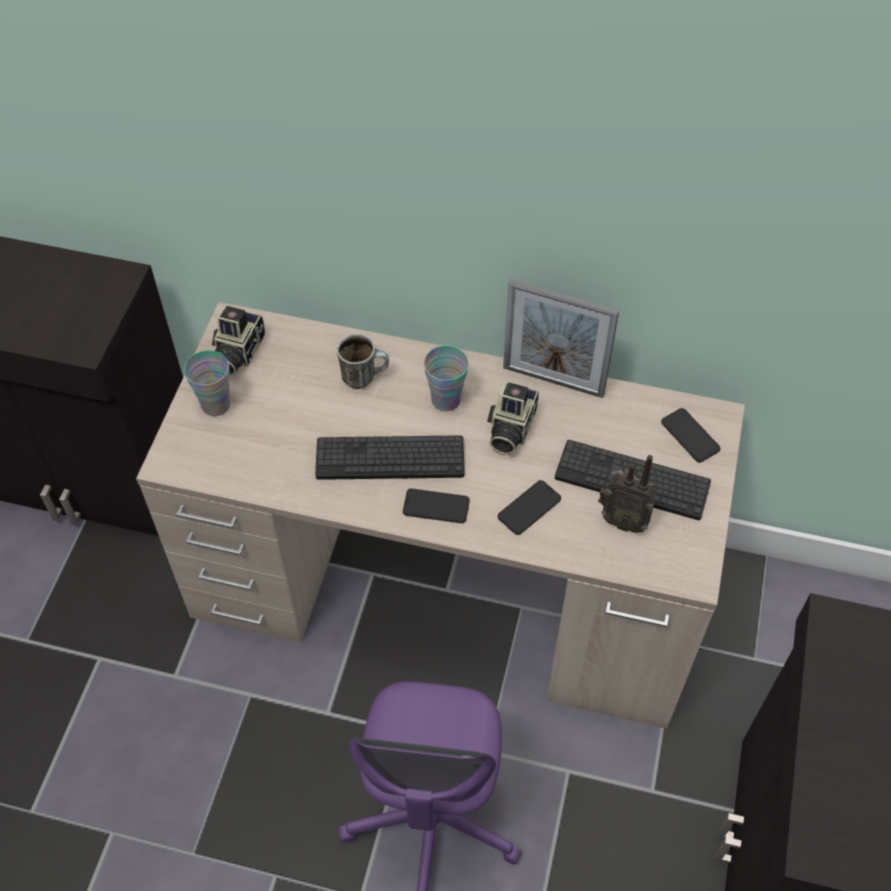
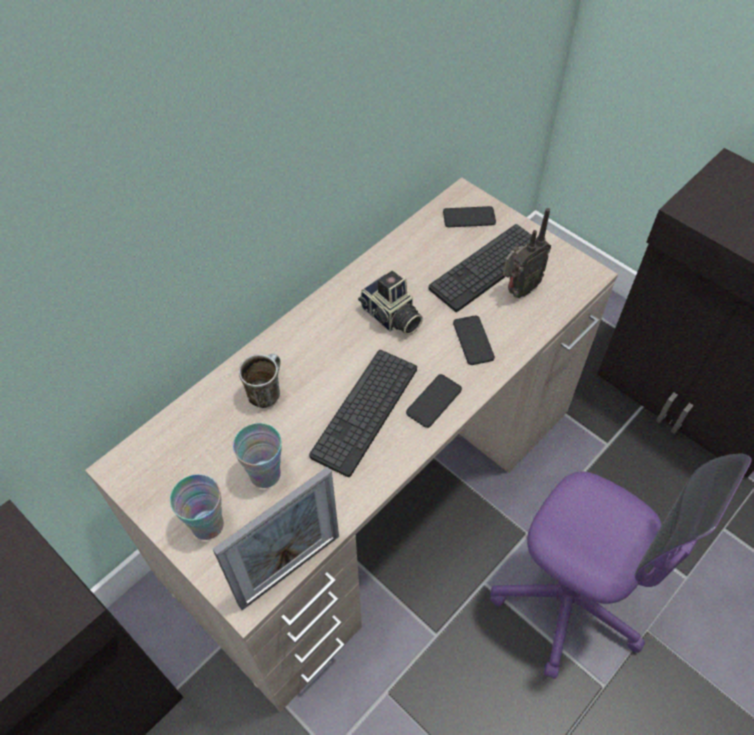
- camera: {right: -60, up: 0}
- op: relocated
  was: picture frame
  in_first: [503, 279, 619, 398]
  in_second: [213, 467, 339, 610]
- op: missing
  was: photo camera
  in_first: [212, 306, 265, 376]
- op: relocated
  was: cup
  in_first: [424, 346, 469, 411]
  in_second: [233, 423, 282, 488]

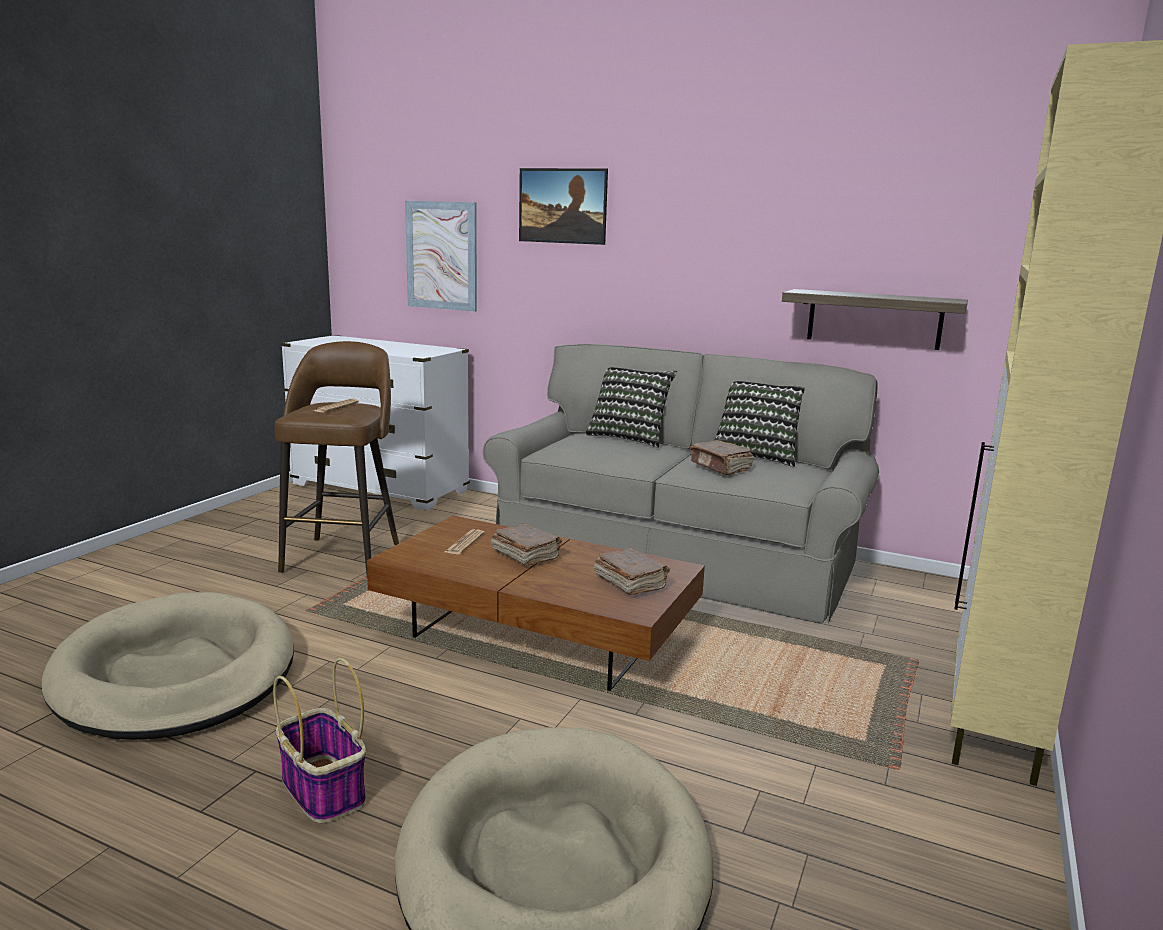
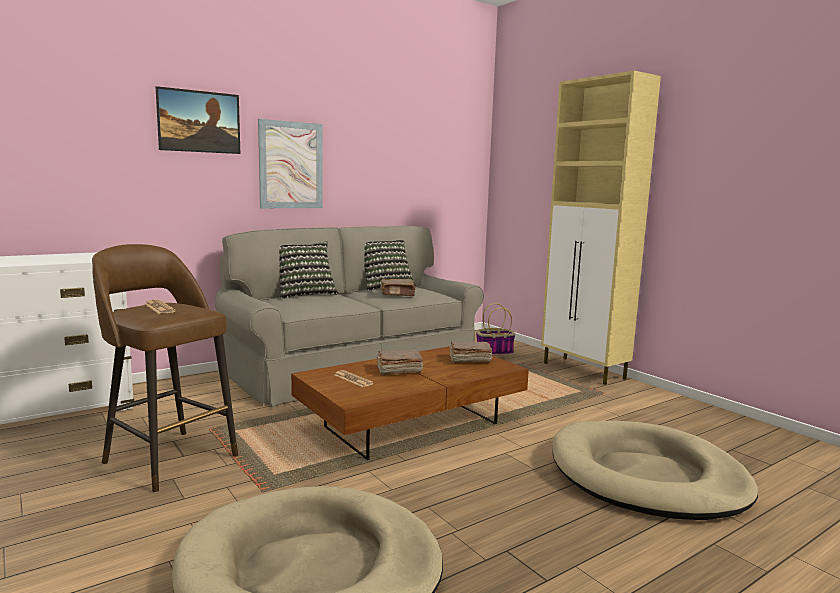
- camera: {right: -60, up: -5}
- op: relocated
  was: wall picture
  in_first: [405, 201, 477, 311]
  in_second: [258, 119, 323, 208]
- op: missing
  was: shelf
  in_first: [782, 289, 968, 350]
- op: relocated
  was: household basket
  in_first: [273, 658, 366, 823]
  in_second: [476, 303, 516, 356]

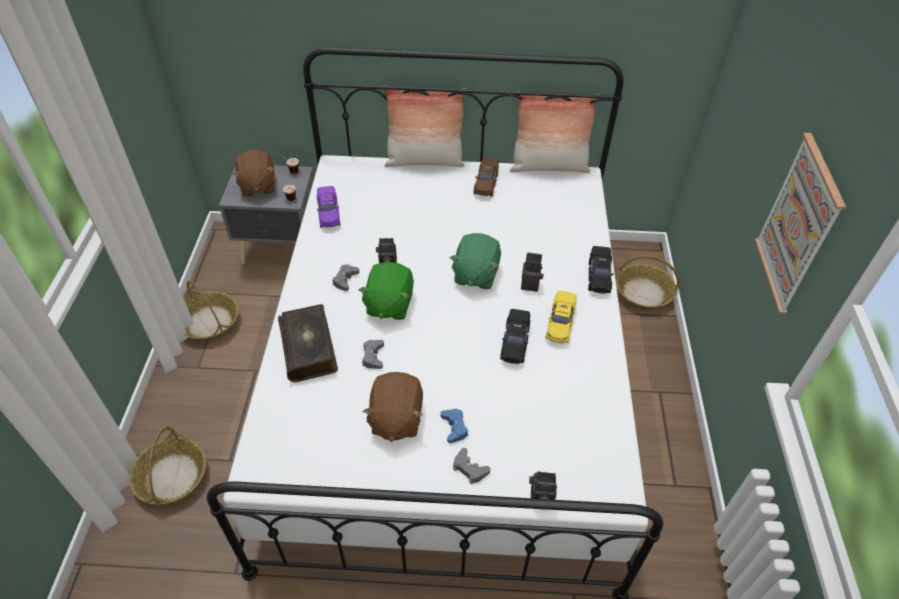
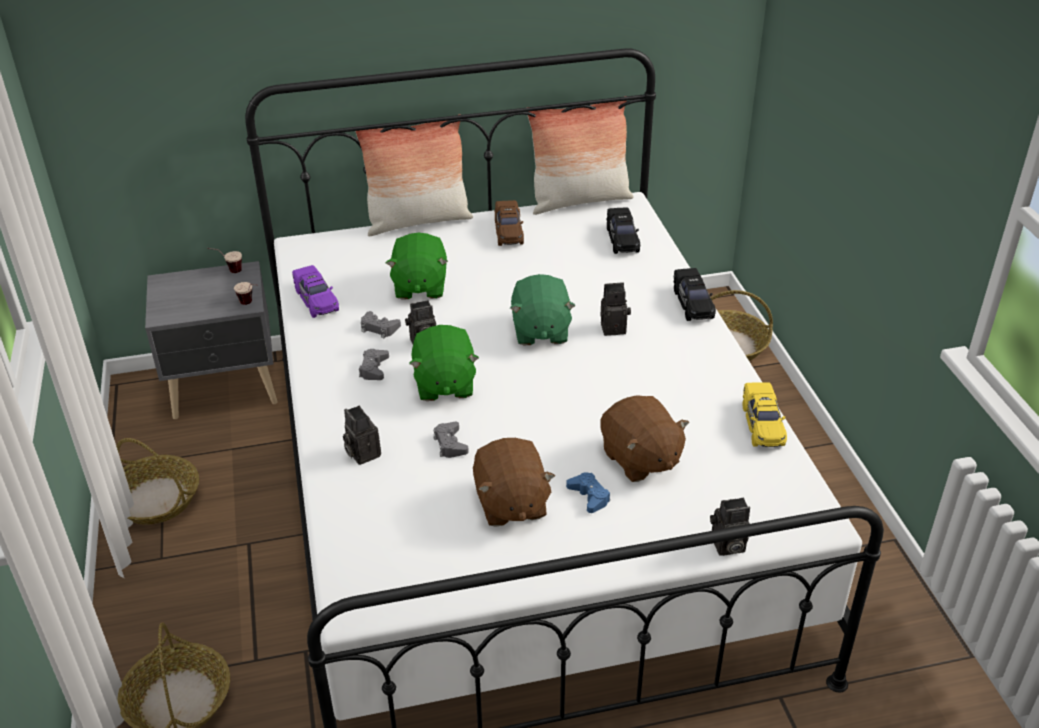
- camera: {right: -15, up: -10}
- op: missing
  was: wall picture
  in_first: [755, 133, 846, 314]
- op: relocated
  was: brown plush toy
  in_first: [232, 150, 275, 197]
  in_second: [600, 395, 689, 482]
- op: relocated
  was: yellow miniature car
  in_first: [546, 291, 577, 343]
  in_second: [743, 382, 787, 447]
- op: exchanged
  was: book
  now: photo camera
  in_first: [278, 304, 338, 382]
  in_second: [343, 406, 381, 465]
- op: relocated
  was: black miniature car
  in_first: [500, 309, 530, 364]
  in_second: [607, 208, 640, 254]
- op: relocated
  was: gray gamepad
  in_first: [453, 448, 490, 484]
  in_second: [361, 311, 401, 339]
- op: appeared
  now: greenish plush toy
  in_second: [386, 233, 448, 299]

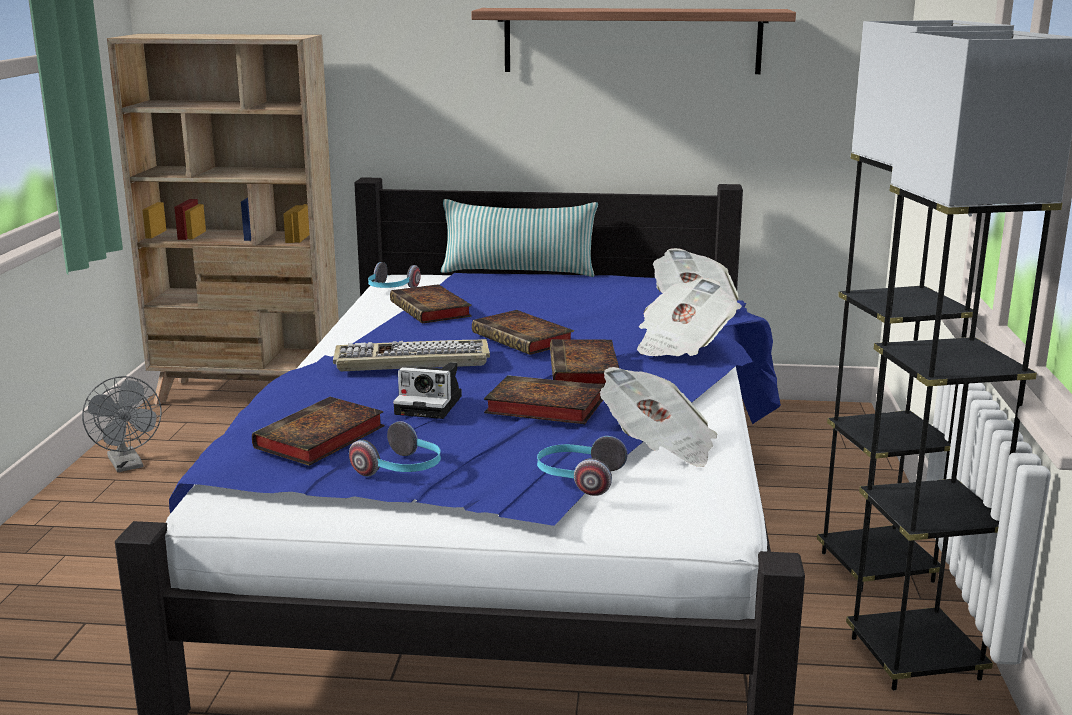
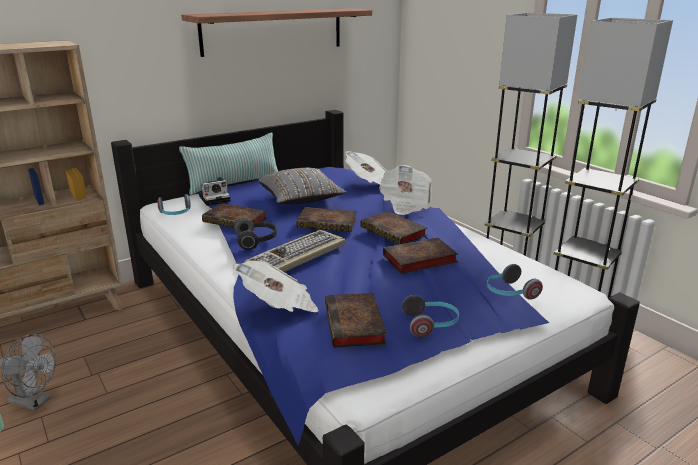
- camera: {right: -40, up: 5}
- op: relocated
  was: photo camera
  in_first: [393, 362, 462, 419]
  in_second: [199, 177, 231, 206]
- op: relocated
  was: daily paper
  in_first: [600, 367, 717, 467]
  in_second: [234, 260, 319, 312]
- op: appeared
  now: gray pillow
  in_second: [258, 168, 346, 204]
- op: appeared
  now: headset
  in_second: [234, 218, 277, 250]

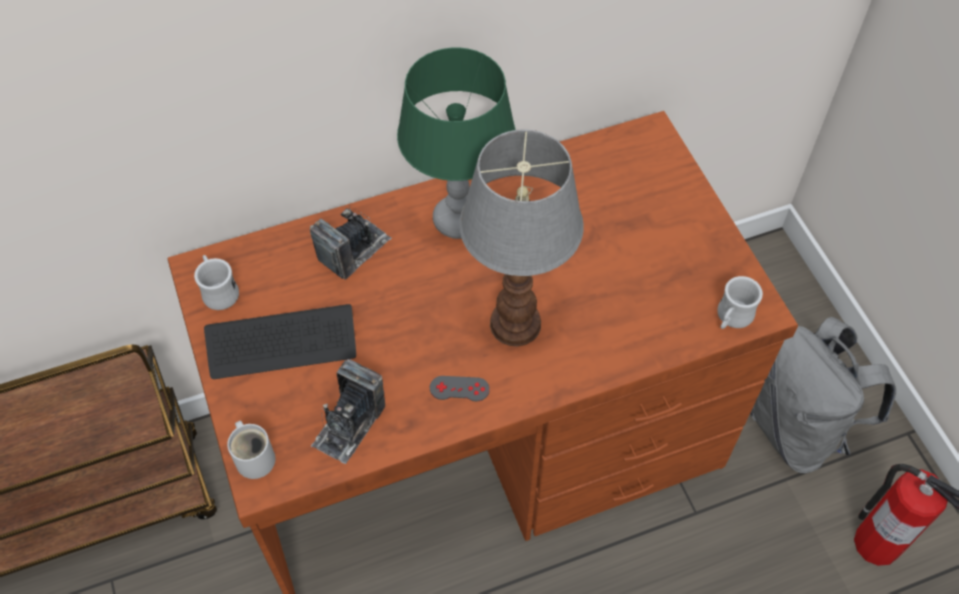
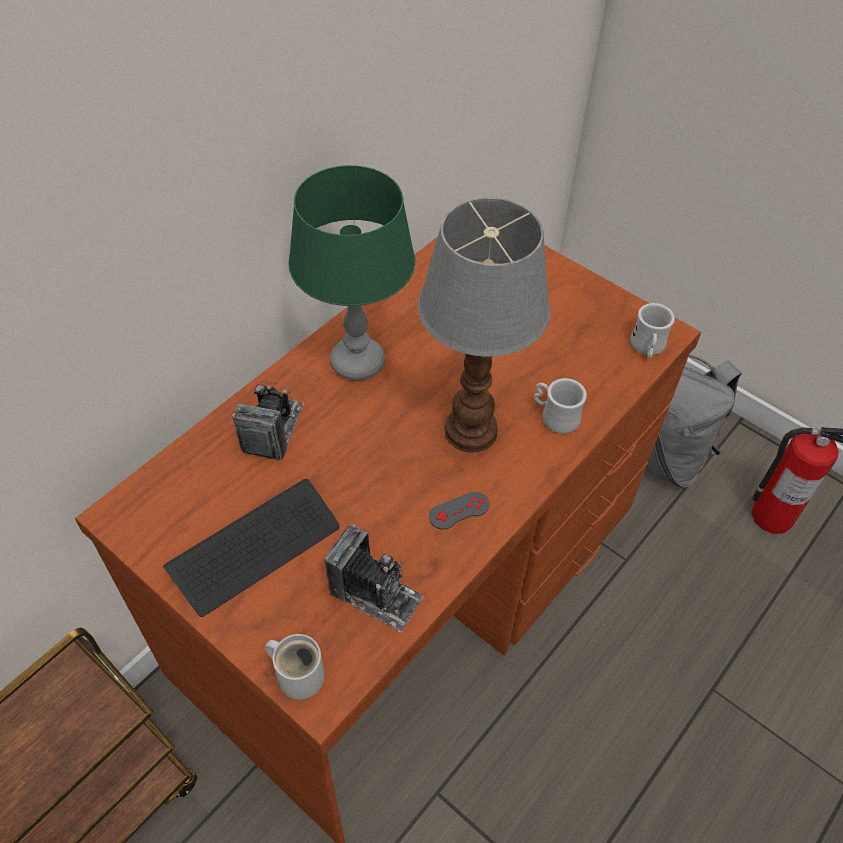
- camera: {right: -30, up: -5}
- op: relocated
  was: whitish coffee mug
  in_first: [194, 255, 239, 310]
  in_second: [534, 378, 587, 433]
- op: spun
  was: photo camera
  in_first: [311, 359, 385, 464]
  in_second: [324, 524, 424, 632]
  clockwise: -60

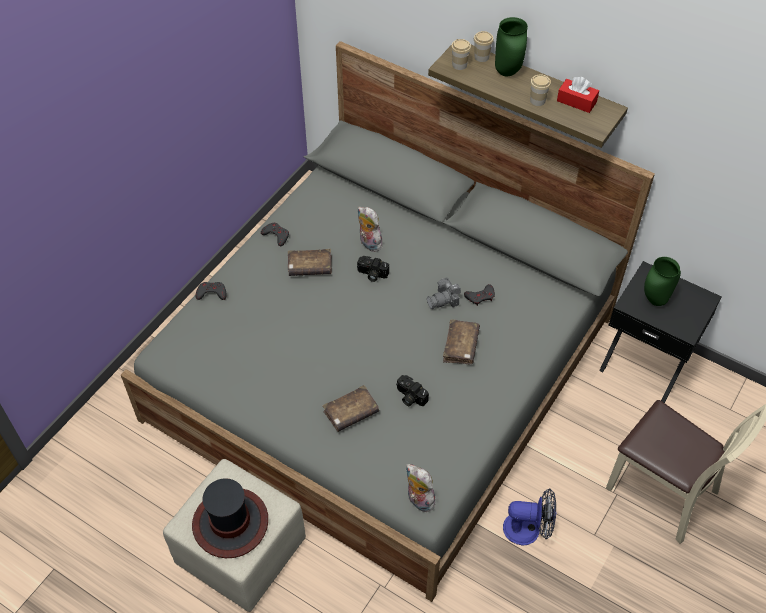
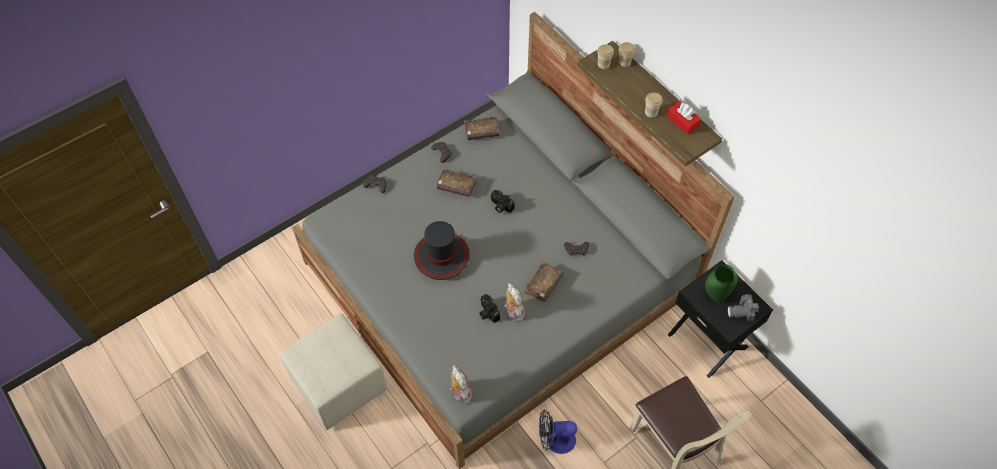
- camera: {right: 20, up: 5}
- op: missing
  was: greenish decorative vase
  in_first: [495, 17, 528, 76]
- op: relocated
  was: plush toy
  in_first: [358, 207, 382, 252]
  in_second: [504, 282, 525, 322]
- op: relocated
  was: photo camera
  in_first: [427, 278, 461, 309]
  in_second: [728, 294, 759, 321]
- op: relocated
  was: brown book
  in_first: [323, 385, 379, 432]
  in_second: [464, 116, 500, 140]
- op: relocated
  was: wearable hat
  in_first: [192, 478, 268, 558]
  in_second: [414, 221, 470, 280]
- op: spun
  was: fan
  in_first: [503, 488, 556, 546]
  in_second: [539, 410, 577, 454]
  clockwise: 150

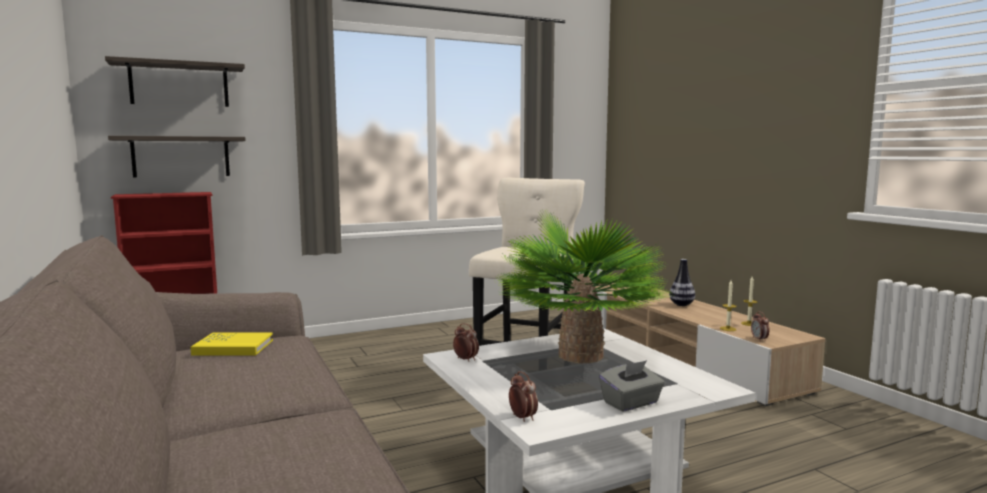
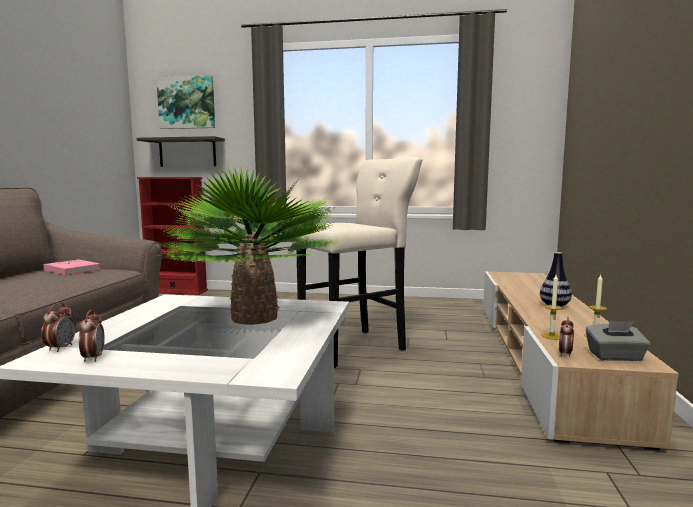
- camera: {right: 35, up: 0}
- op: exchanged
  was: shelf
  now: wall picture
  in_first: [105, 56, 245, 107]
  in_second: [156, 75, 215, 129]
- op: relocated
  was: alarm clock
  in_first: [453, 323, 479, 362]
  in_second: [79, 310, 105, 362]
- op: colour
  was: yellow book
  now: pink book
  in_first: [191, 333, 273, 355]
  in_second: [43, 260, 101, 275]
- op: relocated
  was: gray box of tissues
  in_first: [599, 360, 665, 411]
  in_second: [586, 321, 651, 361]

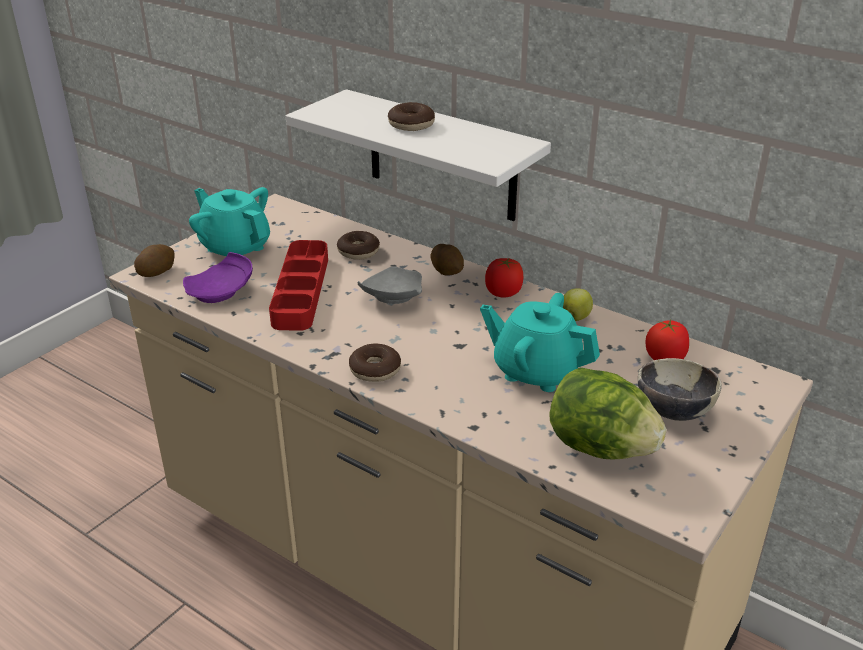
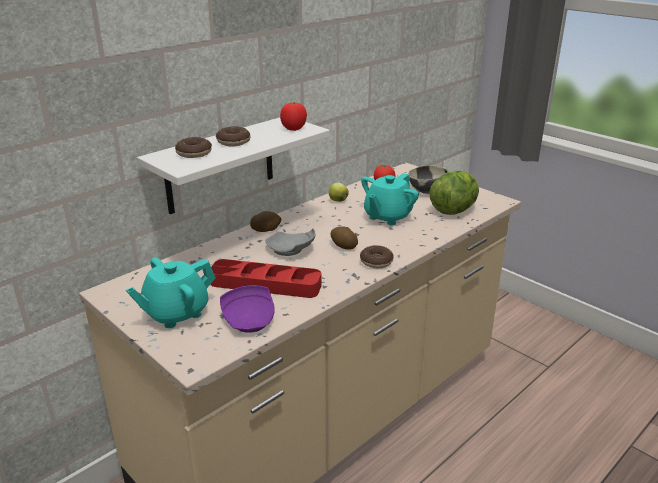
- camera: {right: -80, up: -5}
- op: relocated
  was: ring doughnut
  in_first: [337, 231, 380, 260]
  in_second: [175, 137, 212, 158]
- op: relocated
  was: whole potato
  in_first: [134, 244, 175, 277]
  in_second: [330, 226, 358, 250]
- op: relocated
  was: tomato
  in_first: [485, 258, 523, 297]
  in_second: [280, 102, 307, 131]

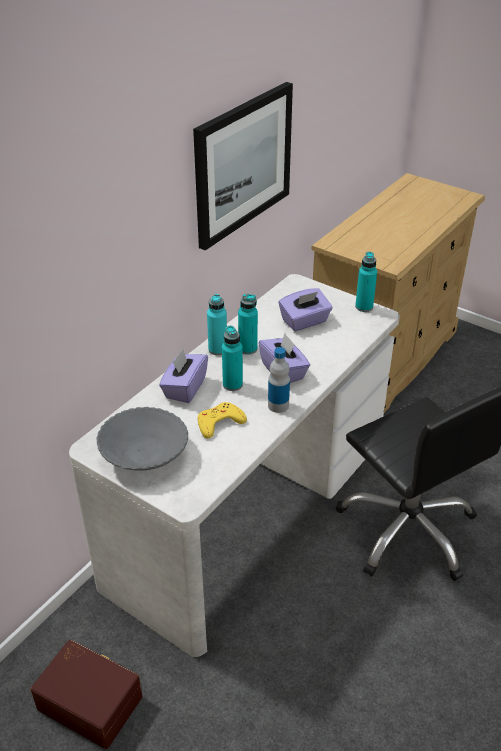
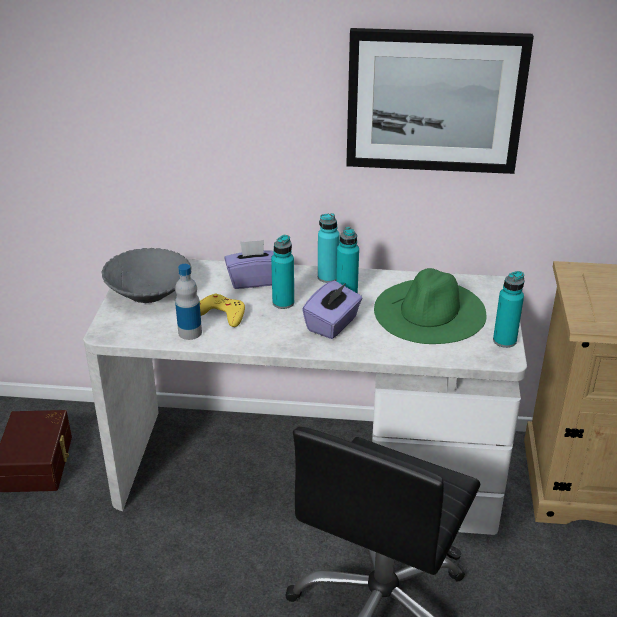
- camera: {right: 60, up: -5}
- op: exchanged
  was: purple box of tissues
  now: greenish wearable hat
  in_first: [279, 288, 332, 331]
  in_second: [374, 268, 486, 344]
- op: relocated
  was: drink bottle
  in_first: [268, 347, 290, 413]
  in_second: [175, 264, 202, 340]

